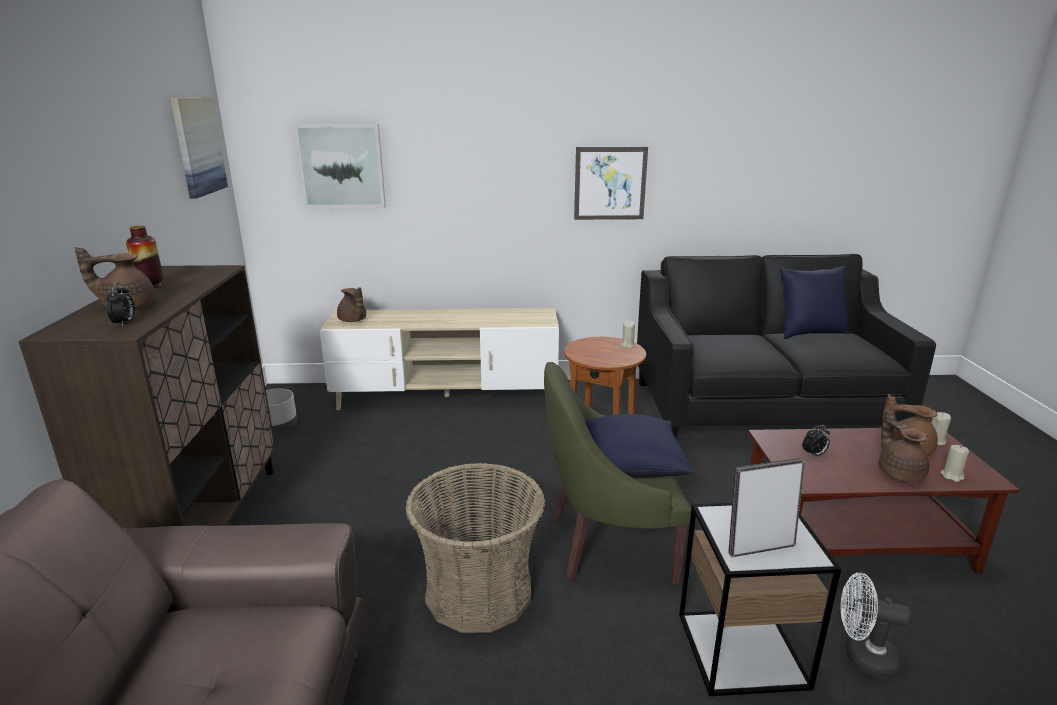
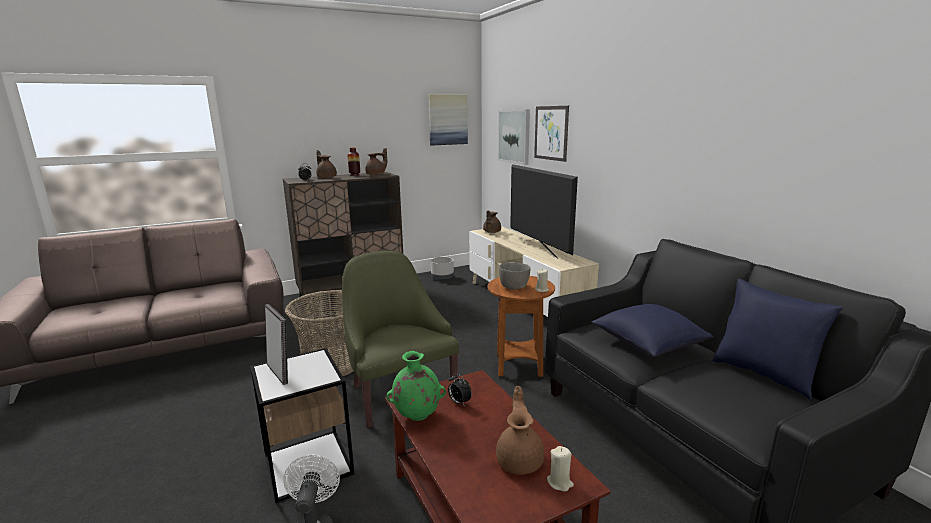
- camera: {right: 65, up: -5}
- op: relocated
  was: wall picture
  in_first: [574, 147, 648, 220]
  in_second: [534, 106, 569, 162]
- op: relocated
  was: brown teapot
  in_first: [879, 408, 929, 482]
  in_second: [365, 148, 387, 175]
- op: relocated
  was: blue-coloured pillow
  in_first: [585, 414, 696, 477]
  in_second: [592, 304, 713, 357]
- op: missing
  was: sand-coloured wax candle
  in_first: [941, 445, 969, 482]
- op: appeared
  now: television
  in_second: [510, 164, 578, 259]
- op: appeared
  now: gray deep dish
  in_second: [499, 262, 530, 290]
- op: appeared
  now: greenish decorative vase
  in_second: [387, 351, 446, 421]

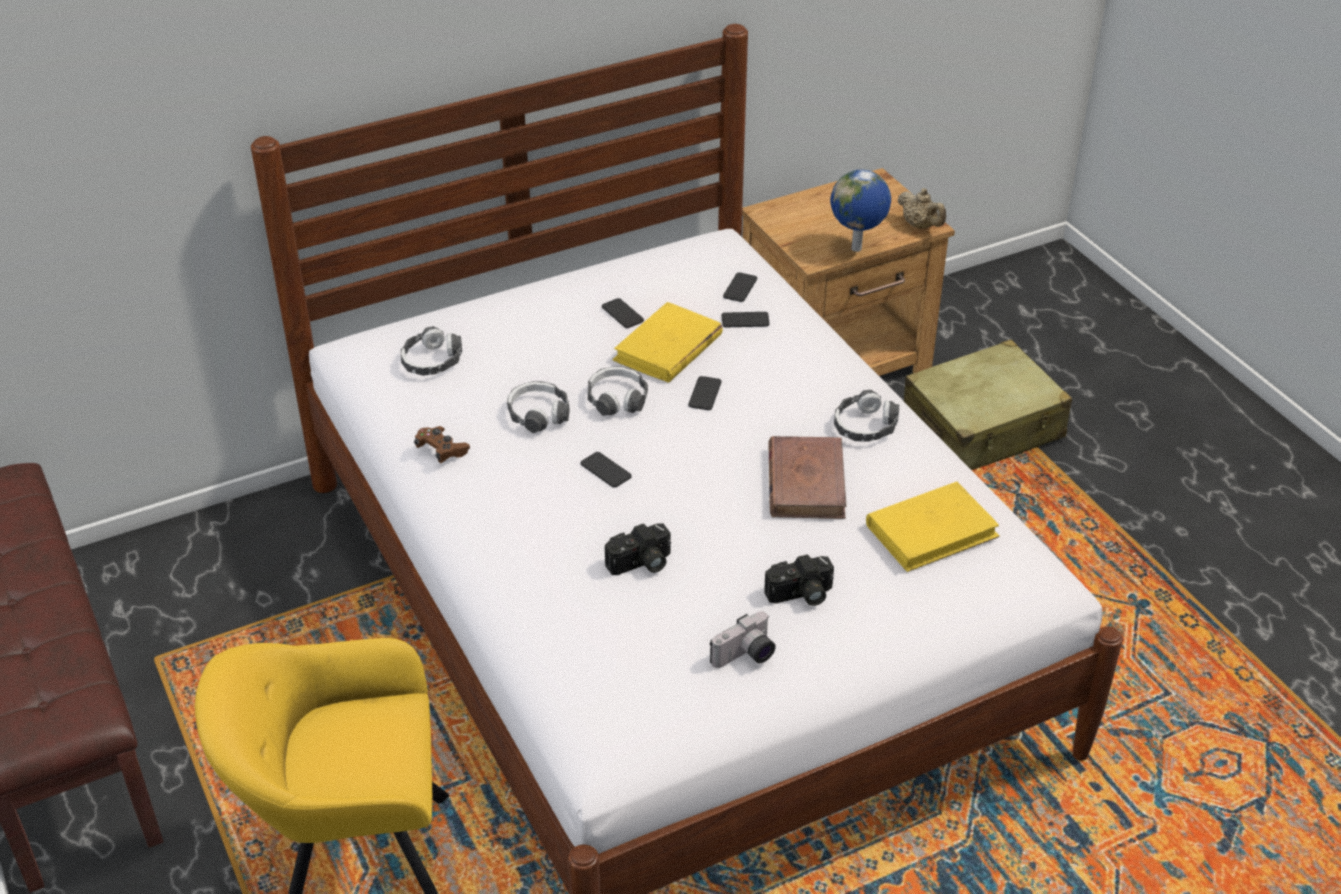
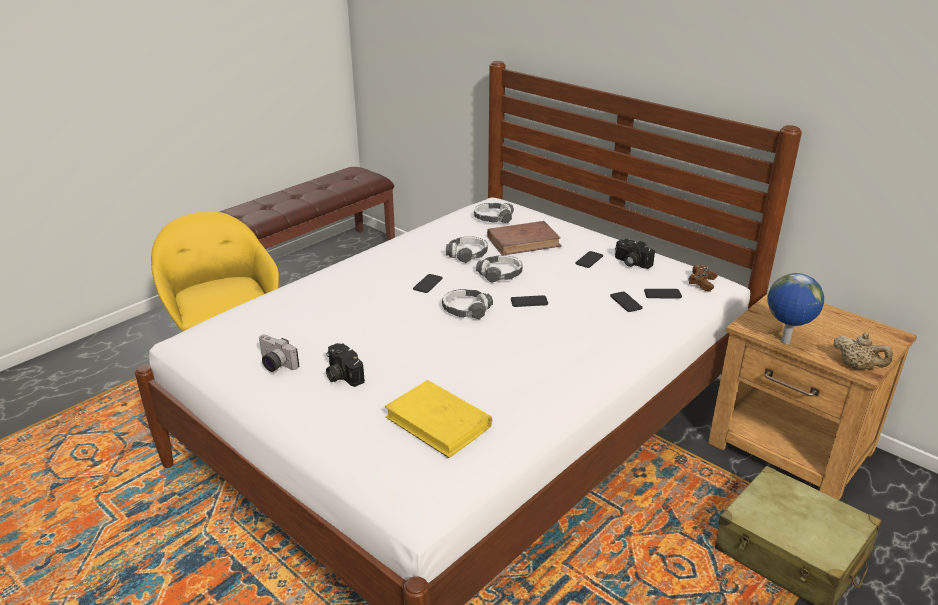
- camera: {right: 70, up: -10}
- op: spun
  was: sand-coloured teapot
  in_first: [897, 188, 946, 229]
  in_second: [833, 333, 893, 370]
  clockwise: -75
- op: missing
  was: yellow book
  in_first: [613, 302, 723, 383]
- op: relocated
  was: headset
  in_first: [834, 390, 899, 442]
  in_second: [442, 289, 493, 319]
- op: relocated
  was: brown gamepad
  in_first: [414, 426, 470, 463]
  in_second: [689, 265, 718, 292]
- op: relocated
  was: brown book
  in_first: [768, 436, 846, 519]
  in_second: [487, 221, 562, 256]
- op: relocated
  was: photo camera
  in_first: [604, 523, 671, 575]
  in_second: [615, 239, 655, 269]

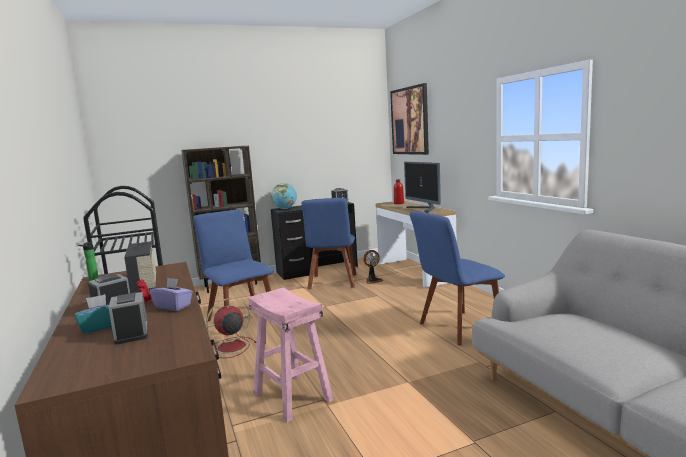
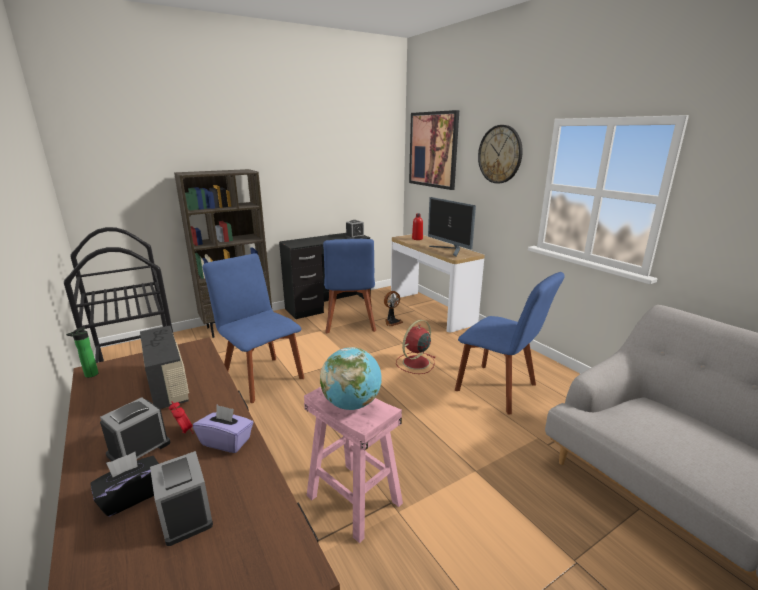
- camera: {right: -10, up: 10}
- op: relocated
  was: globe
  in_first: [271, 183, 297, 209]
  in_second: [320, 347, 382, 410]
- op: spun
  was: blue-coloured plain chair
  in_first: [410, 211, 505, 346]
  in_second: [455, 272, 565, 415]
  clockwise: -105
- op: colour
  was: turquoise-coloured box of tissues
  now: black box of tissues
  in_first: [75, 294, 112, 334]
  in_second: [90, 452, 159, 517]
- op: relocated
  was: reddish fan
  in_first: [206, 298, 257, 358]
  in_second: [396, 320, 436, 374]
- op: appeared
  now: clock on the wall
  in_second: [478, 125, 523, 184]

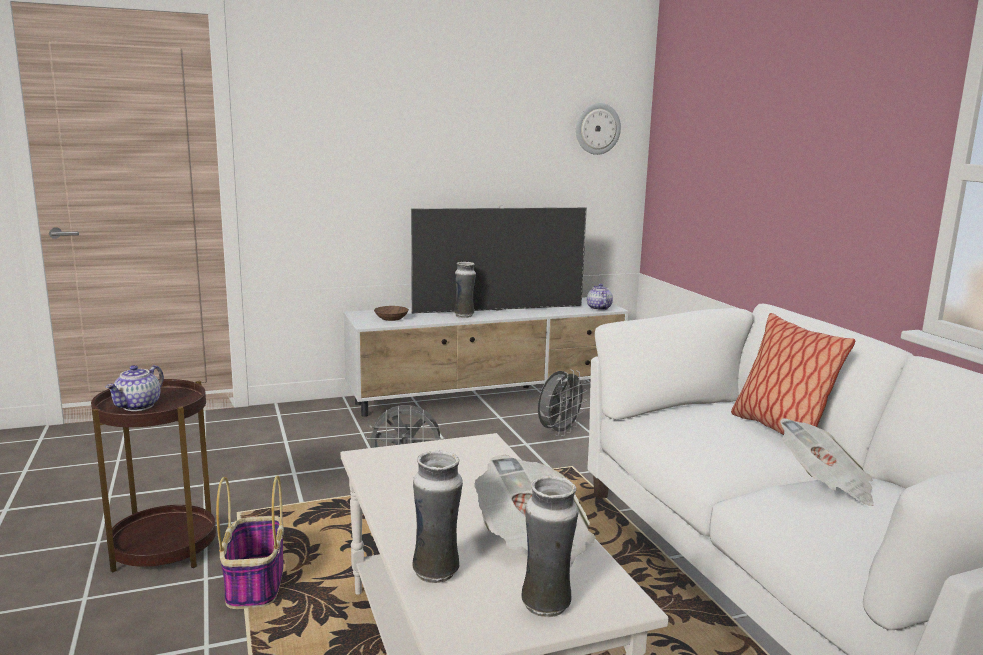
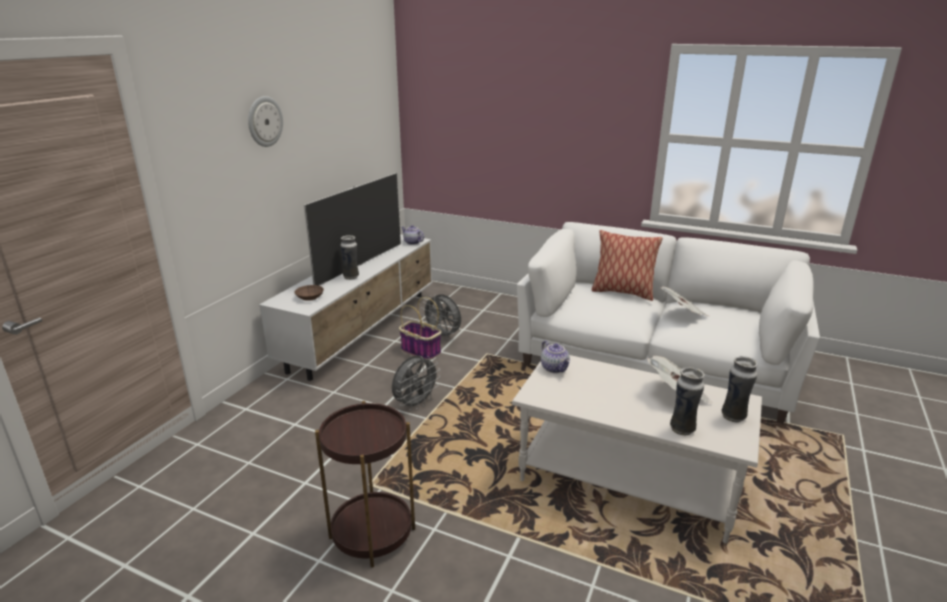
- camera: {right: -45, up: 10}
- op: relocated
  was: clock on the wall
  in_first: [576, 103, 621, 155]
  in_second: [248, 96, 283, 147]
- op: relocated
  was: teapot
  in_first: [106, 365, 164, 411]
  in_second: [541, 340, 570, 373]
- op: spun
  was: gray fan
  in_first: [538, 369, 587, 436]
  in_second: [422, 294, 461, 339]
  clockwise: 135
- op: relocated
  was: household basket
  in_first: [216, 475, 284, 609]
  in_second: [399, 297, 441, 360]

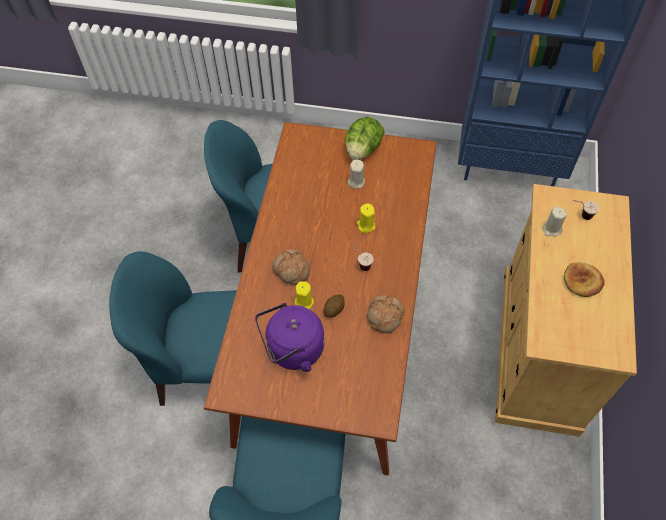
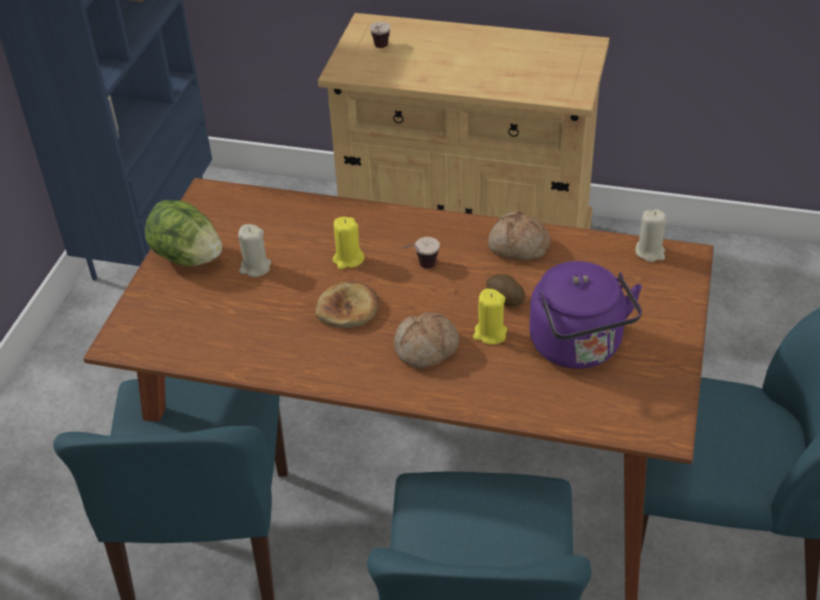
- camera: {right: -85, up: -15}
- op: relocated
  was: sand-coloured wax candle
  in_first: [542, 207, 567, 237]
  in_second: [636, 209, 667, 262]
- op: relocated
  was: bakery bread
  in_first: [564, 263, 605, 297]
  in_second: [315, 281, 380, 328]

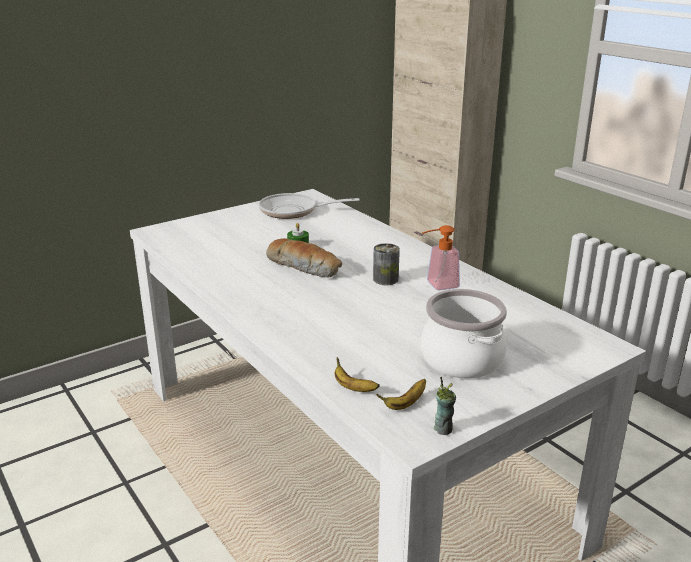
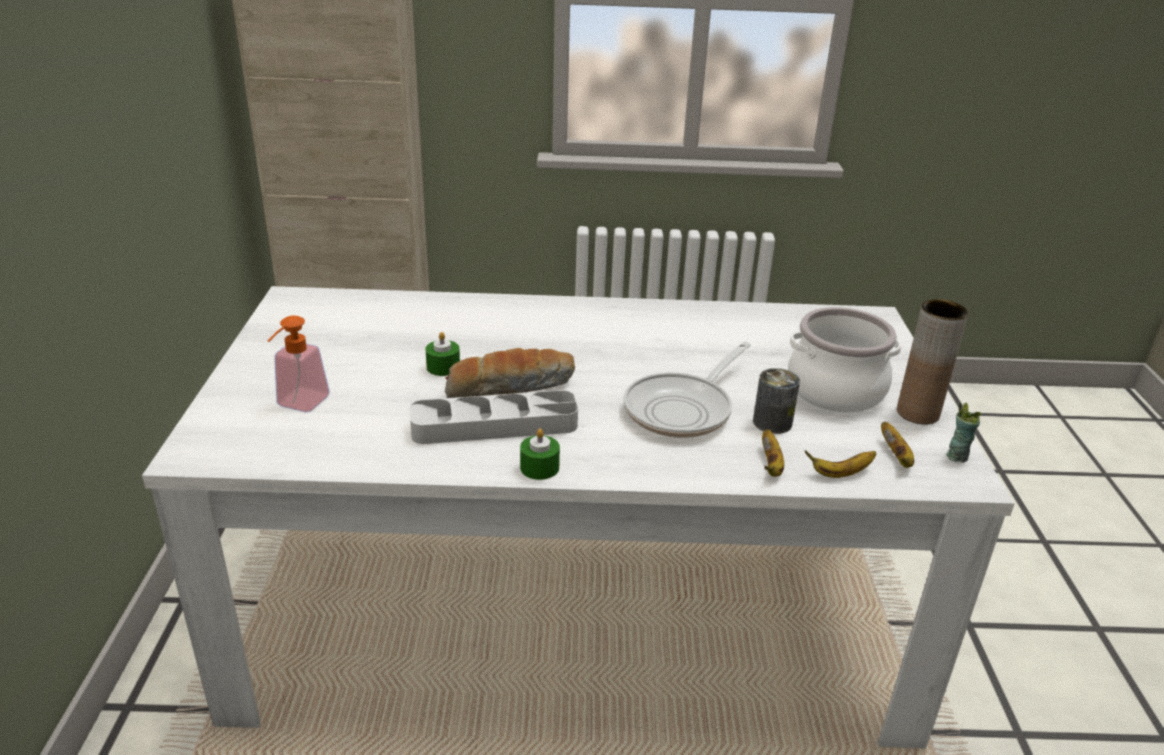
- camera: {right: -55, up: 5}
- op: relocated
  was: skillet
  in_first: [259, 193, 360, 219]
  in_second: [624, 342, 751, 438]
- op: relocated
  was: soap dispenser
  in_first: [422, 225, 460, 291]
  in_second: [268, 315, 330, 413]
- op: relocated
  was: metal can
  in_first: [373, 243, 400, 285]
  in_second: [753, 368, 800, 434]
- op: appeared
  now: brown decorative vase
  in_second: [897, 299, 968, 425]
- op: appeared
  now: gray tray
  in_second: [410, 390, 578, 444]
- op: appeared
  now: greenish wax candle
  in_second: [520, 429, 560, 480]
- op: appeared
  now: banana fruit
  in_second: [762, 429, 784, 477]

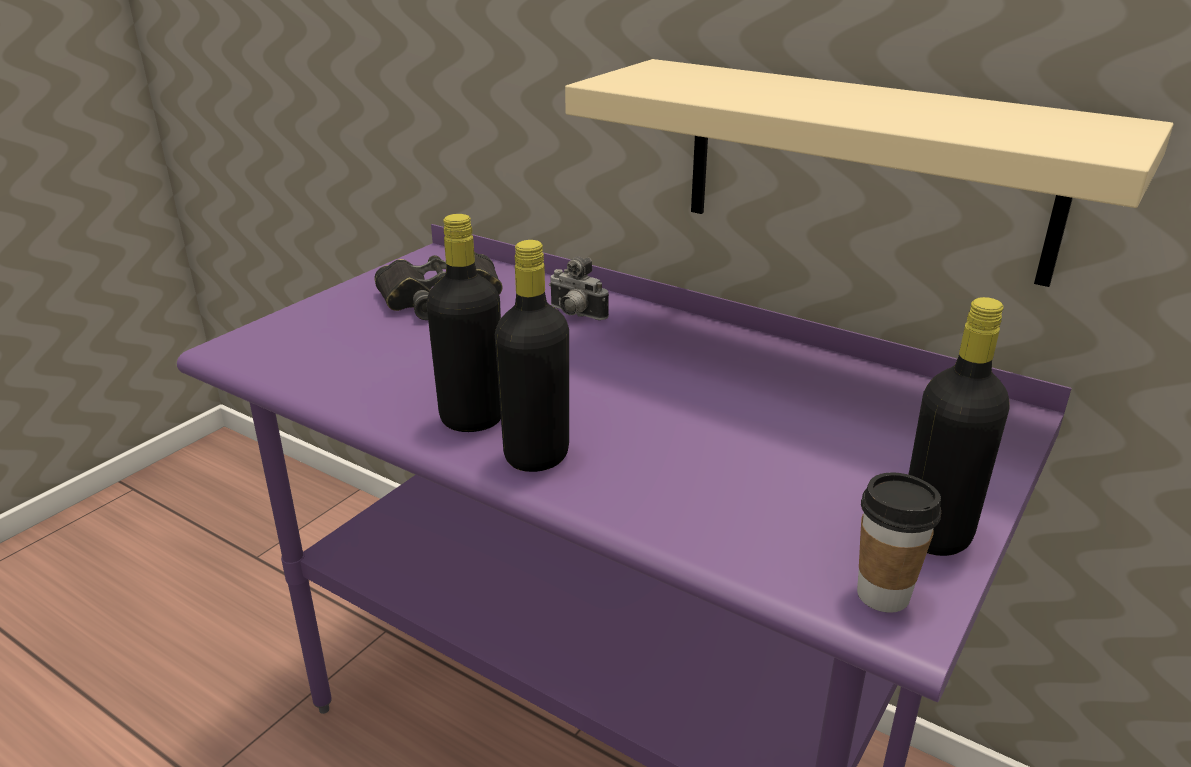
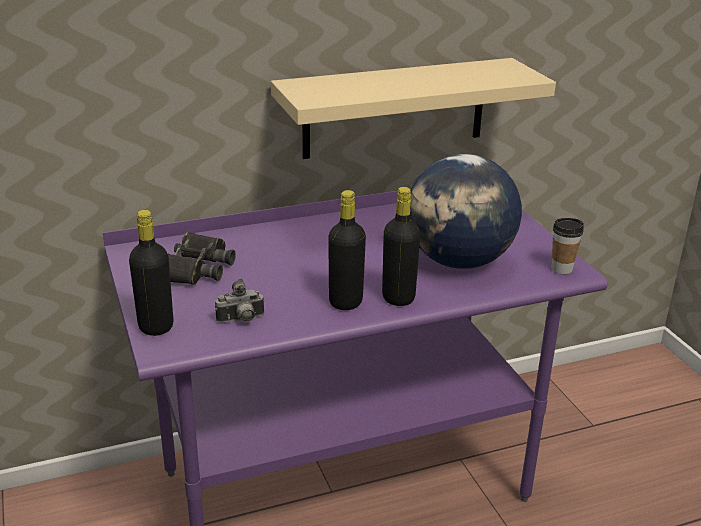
- camera: {right: -55, up: 0}
- op: relocated
  was: photo camera
  in_first: [549, 256, 609, 320]
  in_second: [215, 278, 265, 323]
- op: relocated
  was: black drink bottle
  in_first: [908, 297, 1010, 556]
  in_second: [129, 210, 173, 336]
- op: appeared
  now: globe
  in_second: [410, 154, 522, 269]

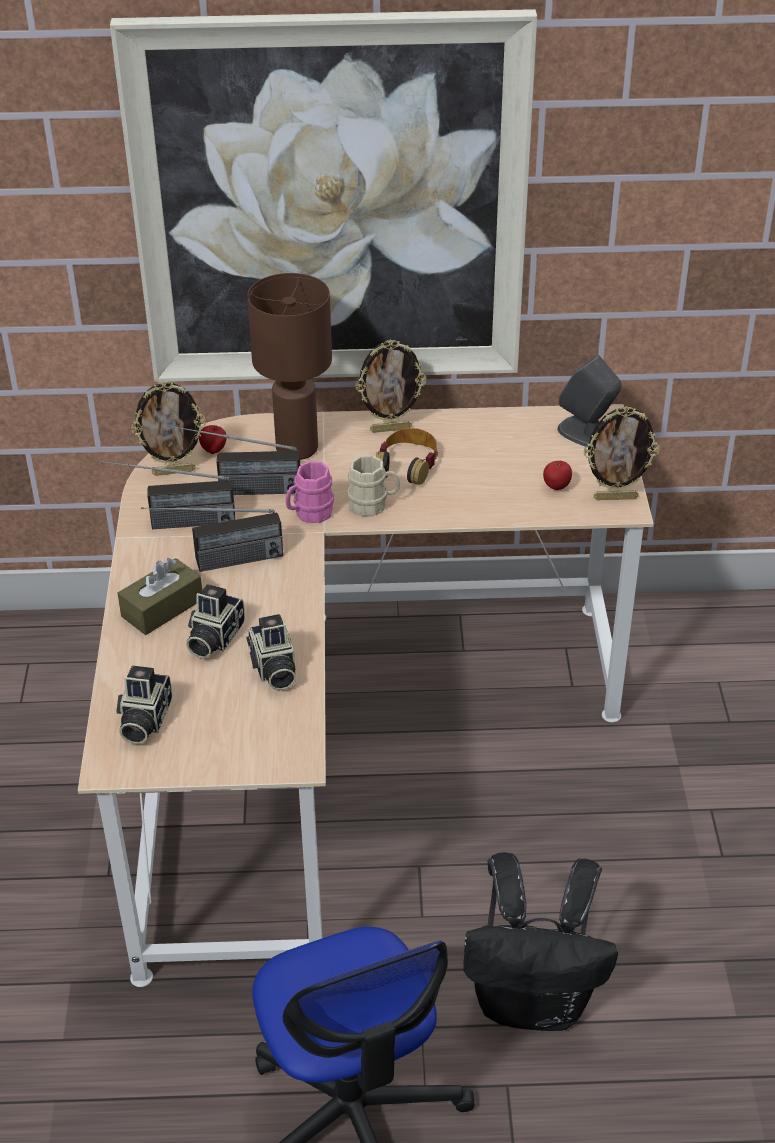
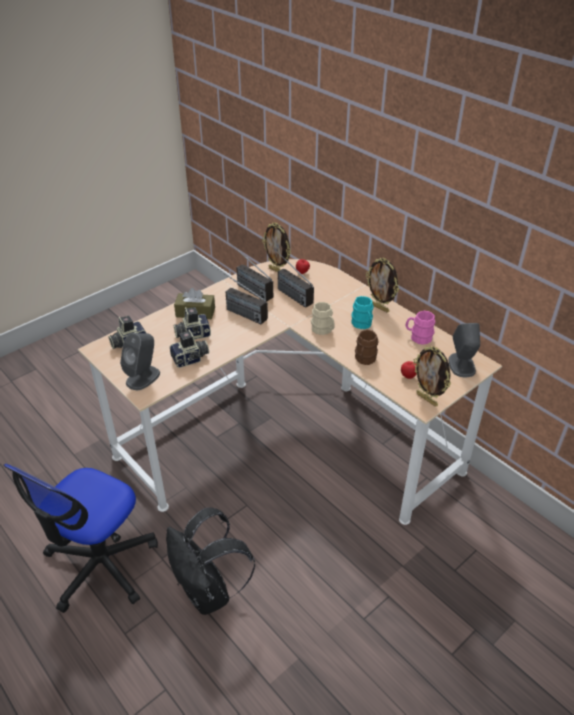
- camera: {right: 50, up: 0}
- op: missing
  was: wall picture
  in_first: [110, 9, 537, 382]
- op: missing
  was: brown tabletop lamp
  in_first: [247, 273, 332, 460]
- op: exchanged
  was: headset
  now: turquoise-coloured coffee mug
  in_first: [376, 428, 438, 485]
  in_second: [351, 296, 374, 329]
- op: relocated
  was: pink coffee mug
  in_first: [286, 461, 334, 523]
  in_second: [406, 311, 435, 345]
- op: spun
  was: photo camera
  in_first: [246, 614, 296, 690]
  in_second: [170, 329, 209, 368]
  clockwise: -150
- op: appeared
  now: brown coffee mug
  in_second: [355, 329, 379, 365]
- op: appeared
  now: gray loudspeaker
  in_second: [120, 333, 160, 390]

